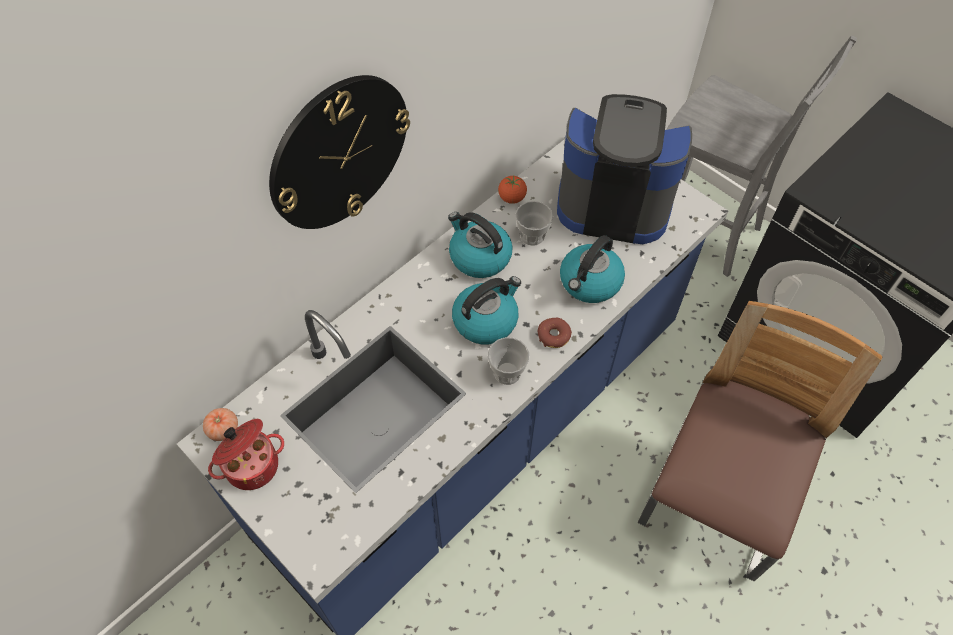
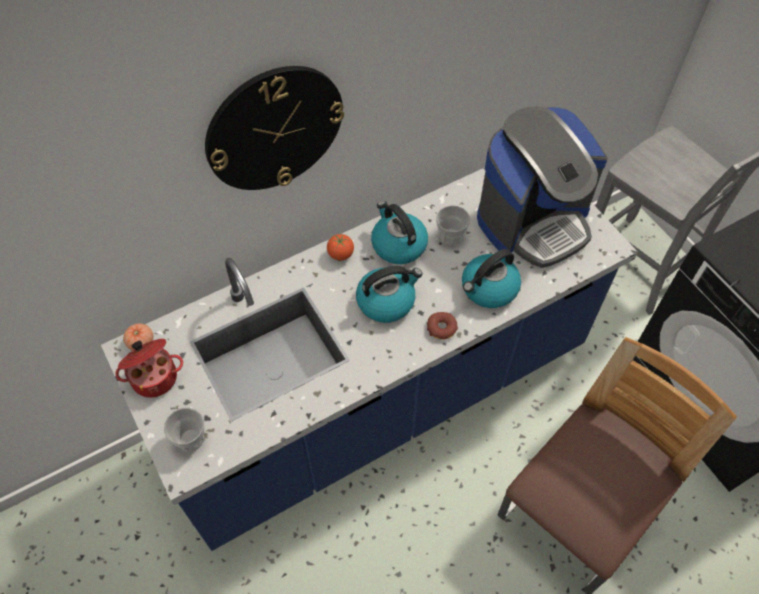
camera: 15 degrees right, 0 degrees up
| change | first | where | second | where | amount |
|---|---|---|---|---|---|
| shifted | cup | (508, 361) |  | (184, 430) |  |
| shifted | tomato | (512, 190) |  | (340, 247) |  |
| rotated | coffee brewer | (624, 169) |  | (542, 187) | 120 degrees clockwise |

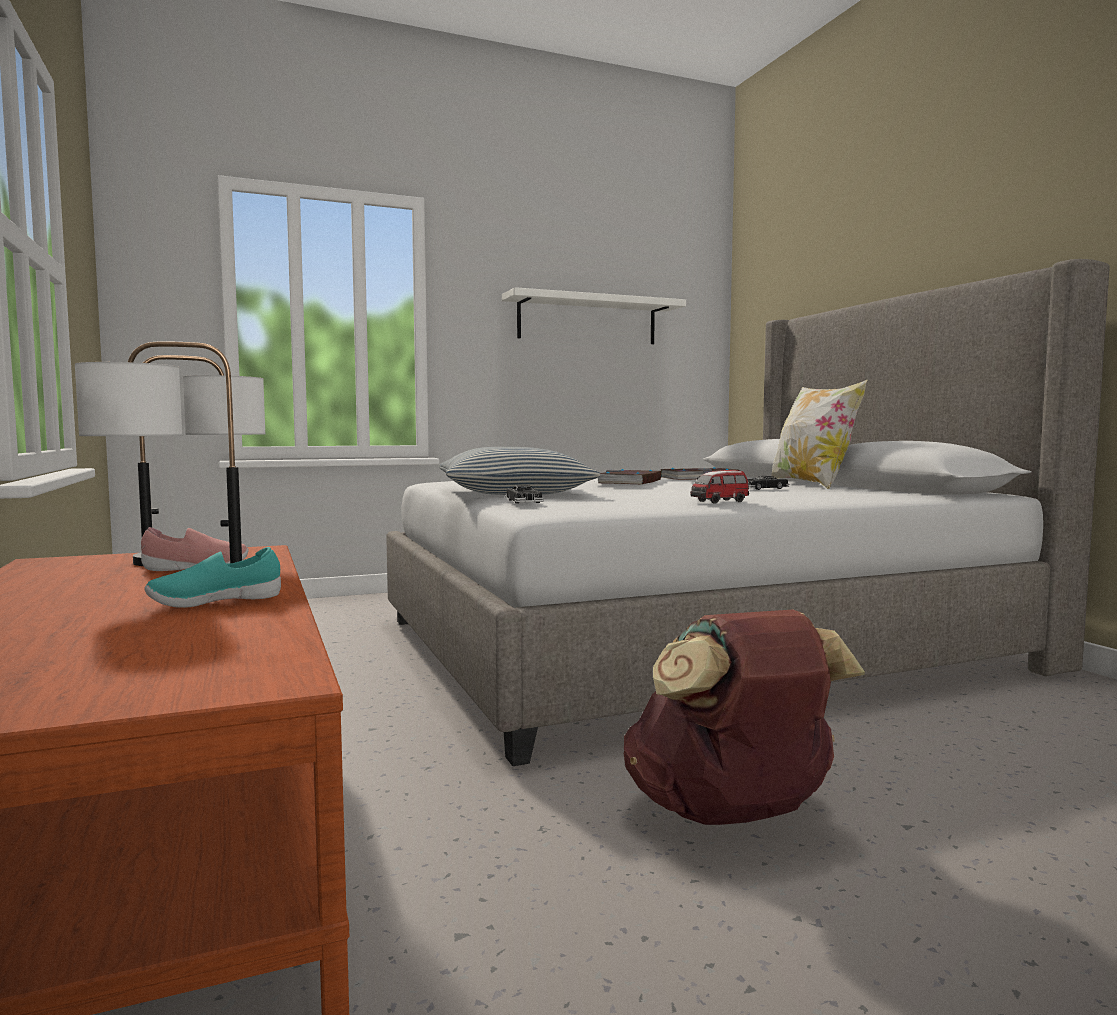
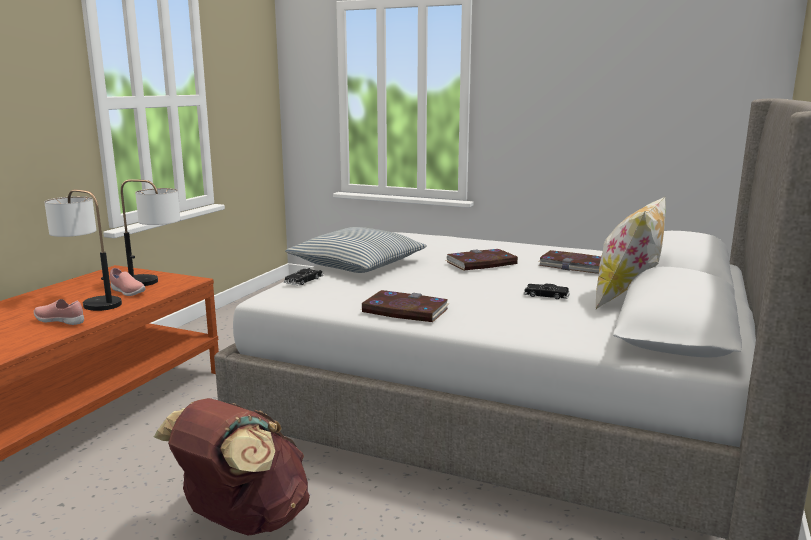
camera: 45 degrees right, 10 degrees up
| change | first | where | second | where | amount |
|---|---|---|---|---|---|
| gone | white shelf | (594, 315) |  |  |  |
| swapped | toy car | (719, 487) | book | (405, 306) |  |
| repainted | blue-green low shoe | (212, 577) | pinkish low shoe | (59, 312) |  |

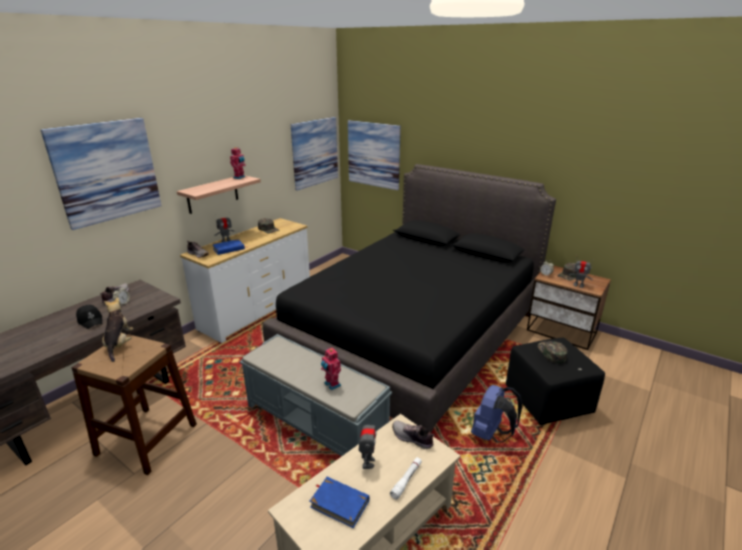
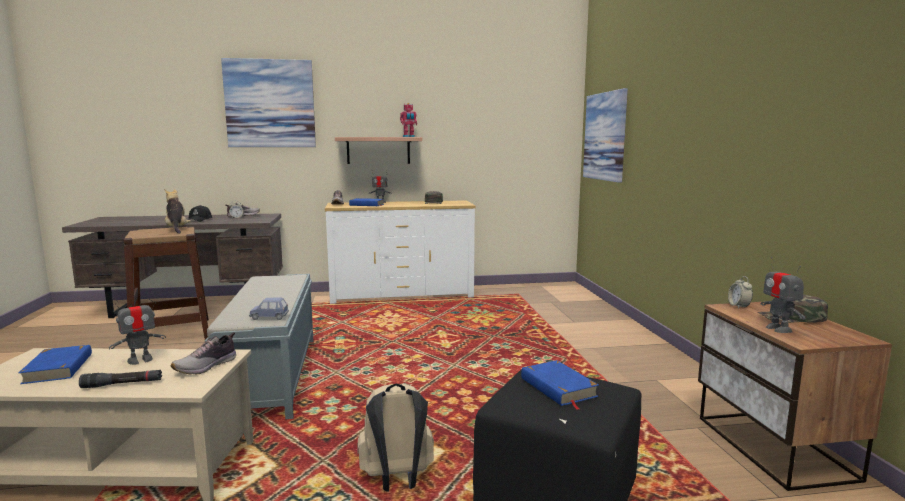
camera: 45 degrees right, 15 degrees down
| change | first | where | second | where | amount |
|---|---|---|---|---|---|
| gone | blackish sleeping bed | (409, 298) |  |  |  |
| gone | wall picture | (314, 154) |  |  |  |
| gone | toy robot | (331, 368) |  |  |  |
| new |  |  | blue-coloured toy car | (269, 309) |  |
| swapped | green-coloured cap | (552, 352) | blue-coloured book | (560, 385) |  |
| repainted | white hand torch | (406, 478) | blackish hand torch | (120, 379) |  |
| repainted | blue-coloured rucksack | (497, 413) | beige rucksack | (395, 438) |  |
| rotated | plush toy | (117, 329) |  | (177, 211) | 60 degrees counterclockwise |
| rotated | low shoe | (413, 434) |  | (203, 353) | 135 degrees counterclockwise |

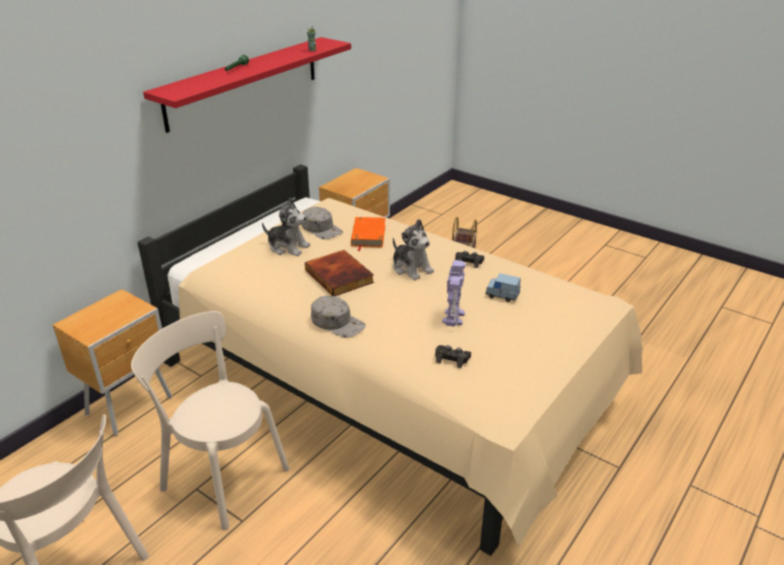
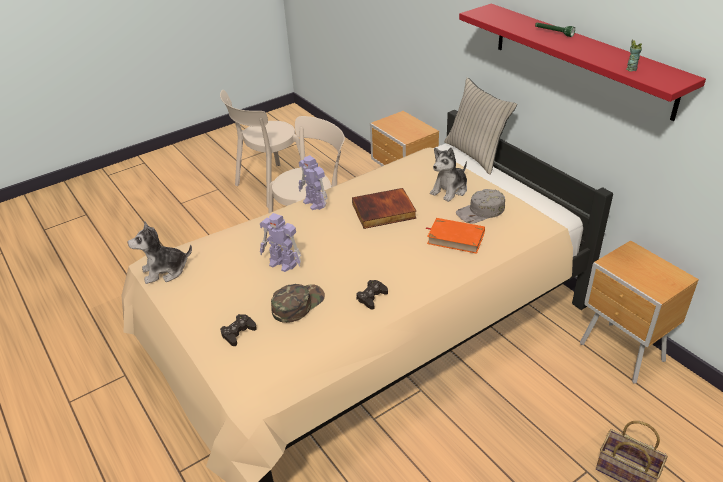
camera: 110 degrees right, 5 degrees up
| change | first | where | second | where | amount |
|---|---|---|---|---|---|
| new |  |  | beige throw pillow | (480, 126) |  |
| shifted | plush toy | (413, 250) |  | (159, 252) |  |
| shifted | blackish game controller | (453, 356) |  | (238, 330) |  |
| swapped | gray cap | (338, 317) | toy robot | (313, 182) |  |
| swapped | blue-coloured toy car | (503, 287) | green-coloured cap | (298, 303) |  |

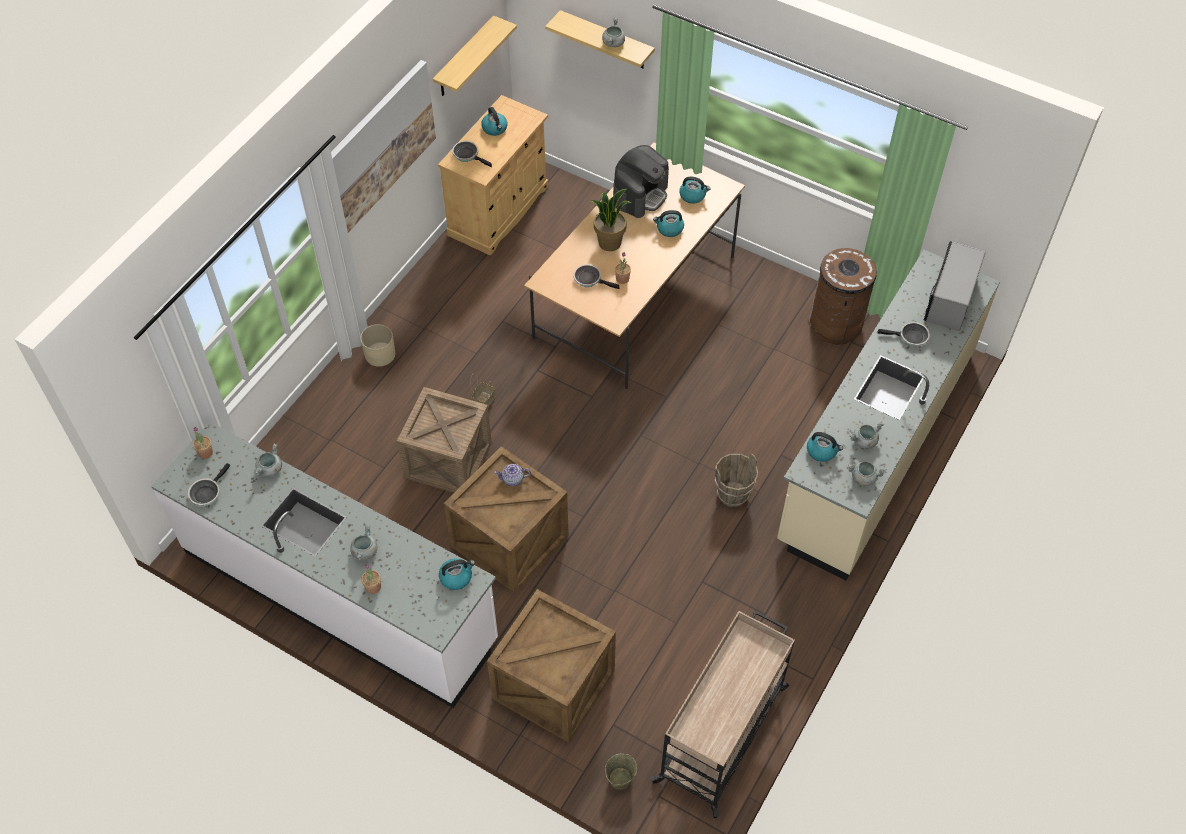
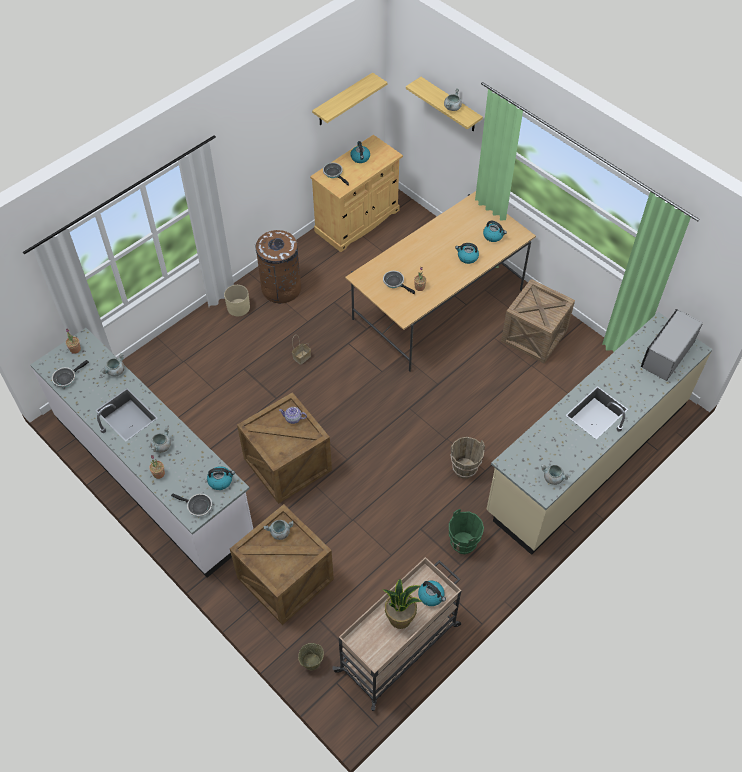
camera: 15 degrees right, 0 degrees up
| change | first | where | second | where | amount |
|---|---|---|---|---|---|
| gone | wall picture | (383, 146) |  |  |  |
| gone | coffee brewer | (641, 181) |  |  |  |
| new |  |  | green-coloured pail | (466, 531) |  |
| shifted | shipping crate | (444, 440) |  | (538, 321) |  |
| shifted | potted plant | (611, 220) |  | (402, 604) |  |
| shifted | water kettle | (825, 447) |  | (432, 593) |  |
| shifted | brownish trash can | (843, 296) |  | (278, 266) |  |
| shifted | gray saucepot | (866, 435) |  | (278, 530) |  |
| shifted | frying pan | (903, 334) |  | (191, 505) |  |

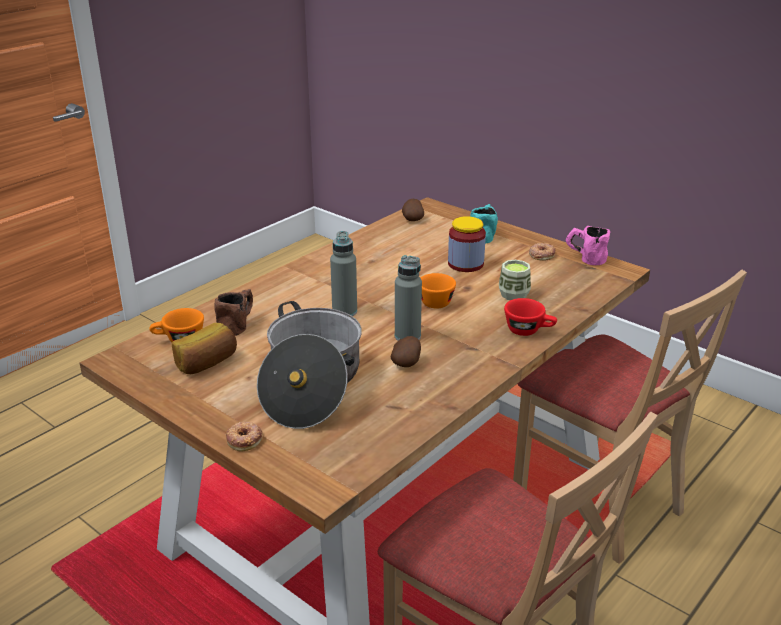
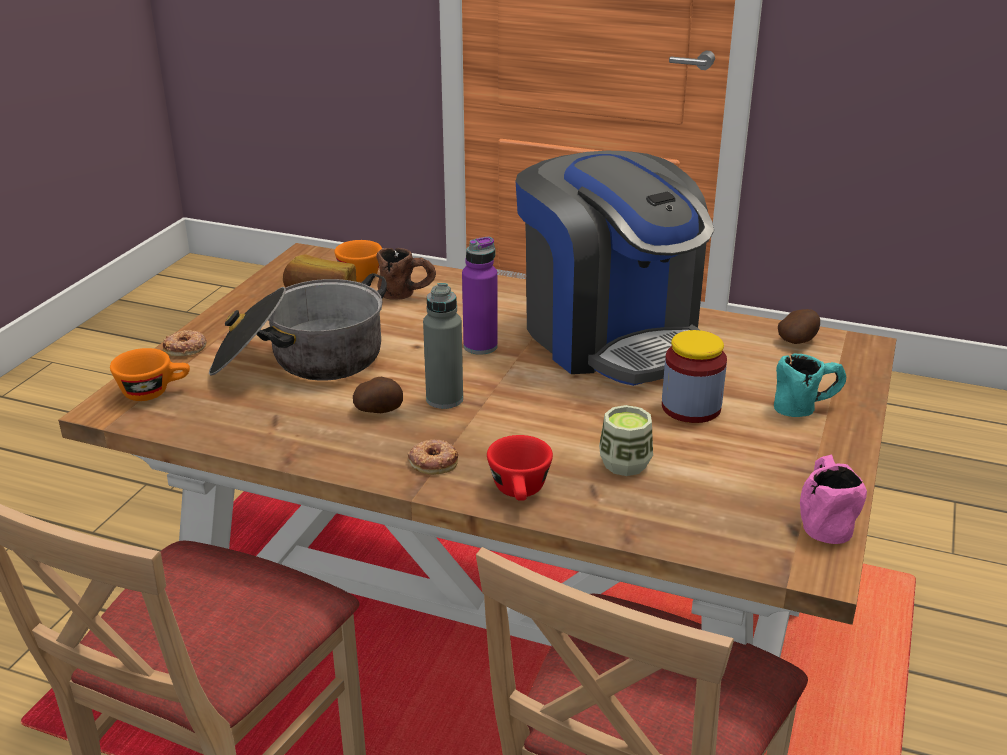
camera: 70 degrees right, 0 degrees up
| change | first | where | second | where | amount |
|---|---|---|---|---|---|
| new |  |  | coffee brewer | (614, 268) |  |
| shifted | orange-coloured cup | (438, 290) |  | (150, 374) |  |
| shifted | donut | (542, 252) |  | (433, 457) |  |
| repainted | gray bottle | (343, 273) | purplish bottle | (480, 296) |  |

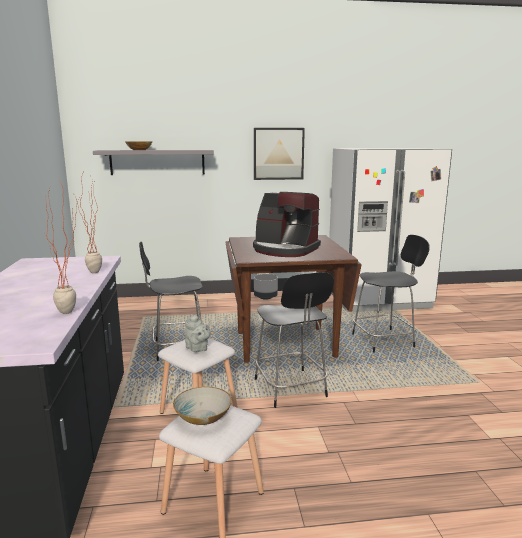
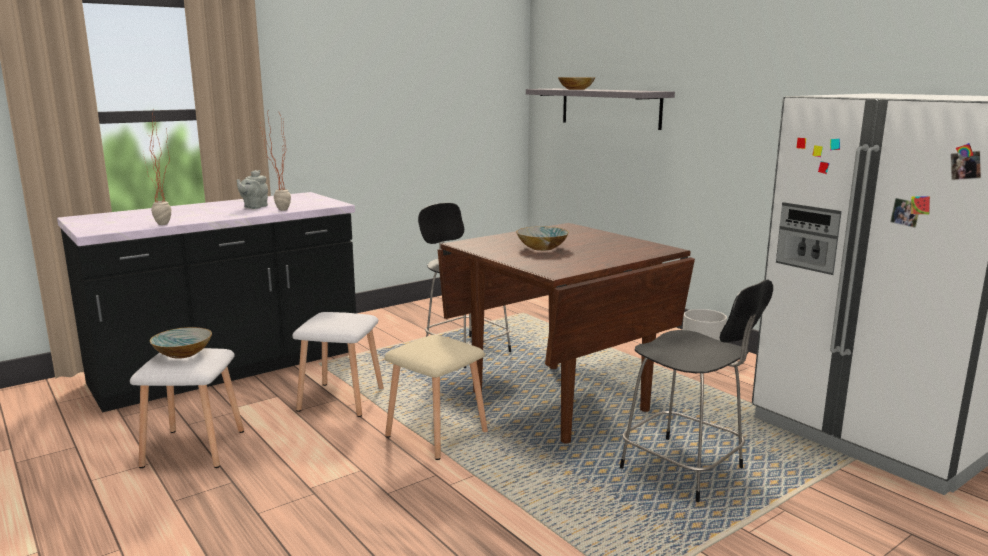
camera: 60 degrees right, 0 degrees up
| change | first | where | second | where | amount |
|---|---|---|---|---|---|
| gone | wall picture | (279, 154) |  |  |  |
| shifted | gray tea pot | (197, 333) |  | (252, 189) |  |
| swapped | coffee brewer | (287, 224) | deep dish | (542, 238) |  |
| swapped | blackish plain chair | (294, 340) | beige sitting stool | (436, 397) |  |

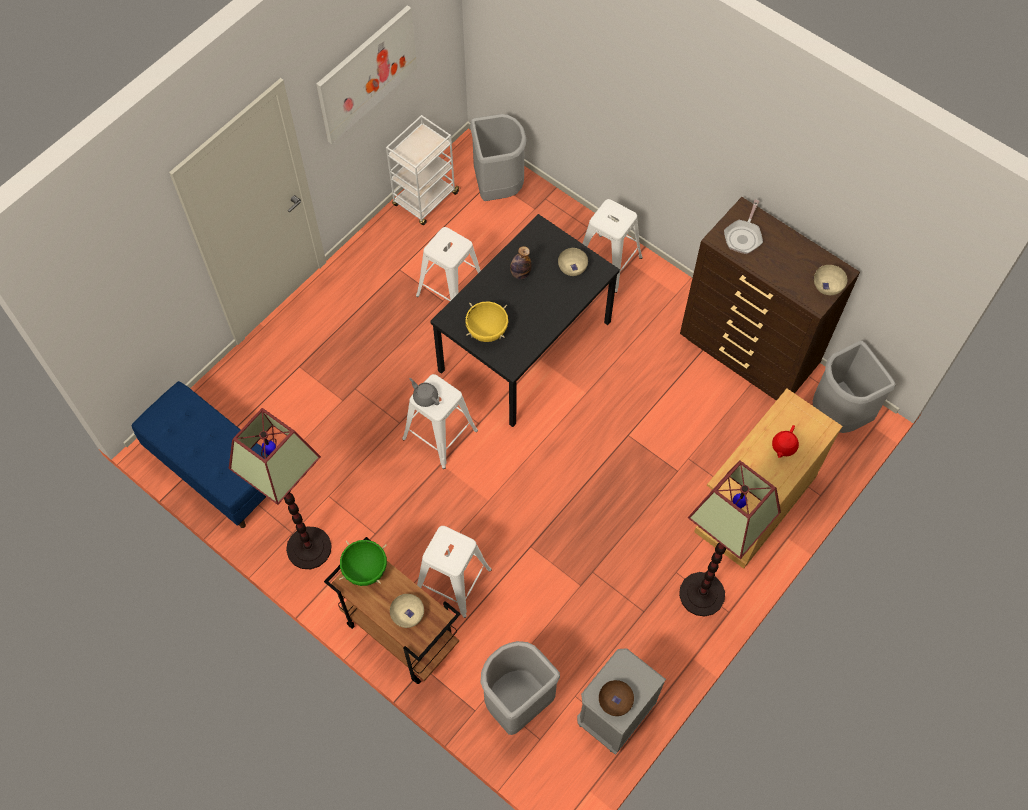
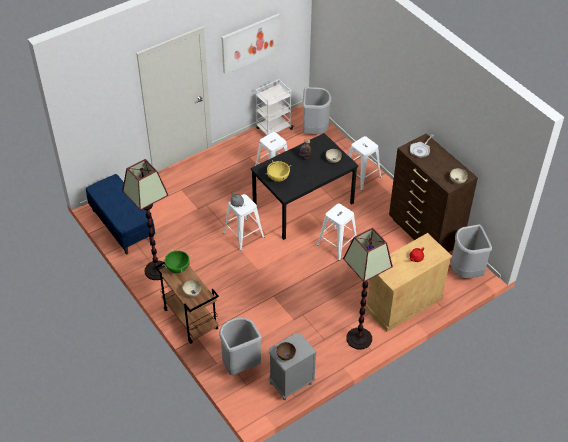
camera: 15 degrees right, 15 degrees down
| change | first | where | second | where | amount |
|---|---|---|---|---|---|
| shifted | white sitting stool | (454, 572) |  | (337, 232) |  |

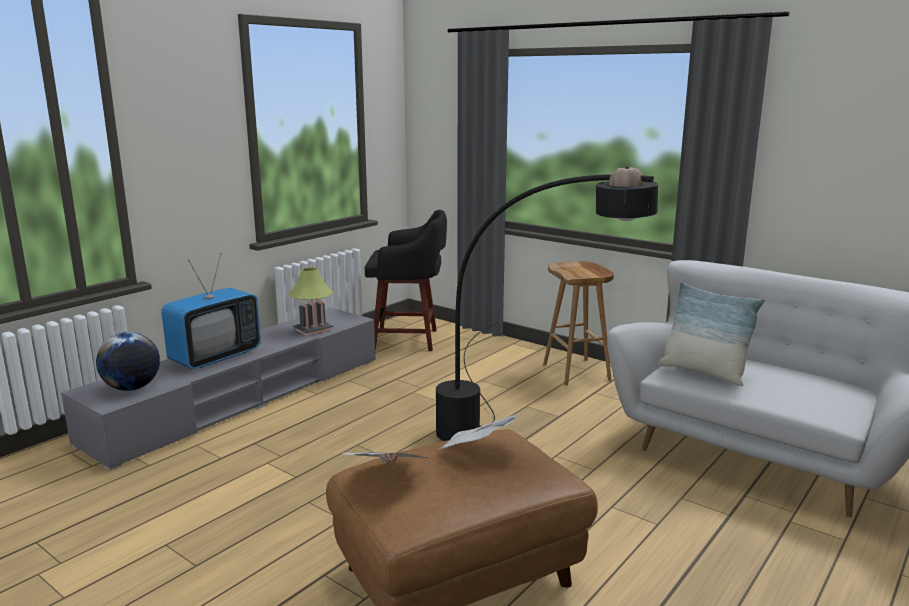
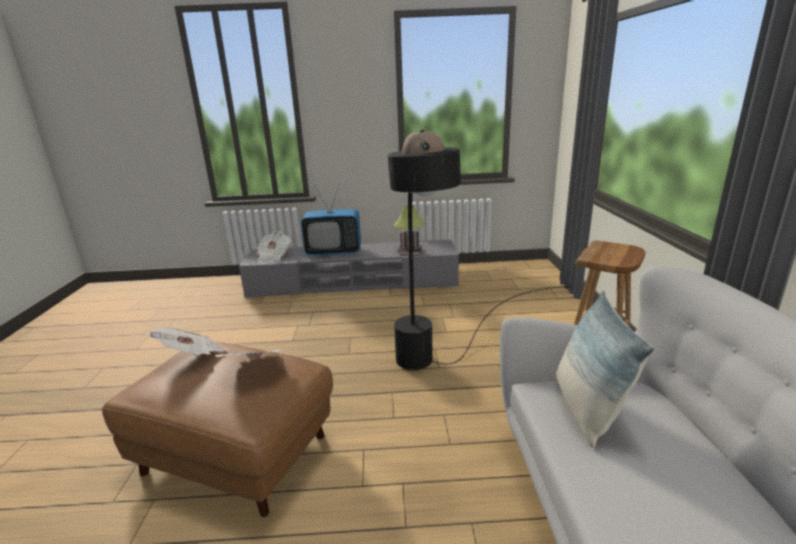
camera: 50 degrees right, 5 degrees up
| change | first | where | second | where | amount |
|---|---|---|---|---|---|
| gone | blackish sitting stool | (406, 280) |  |  |  |
| swapped | world globe | (128, 361) | newspaper | (273, 247) |  |

